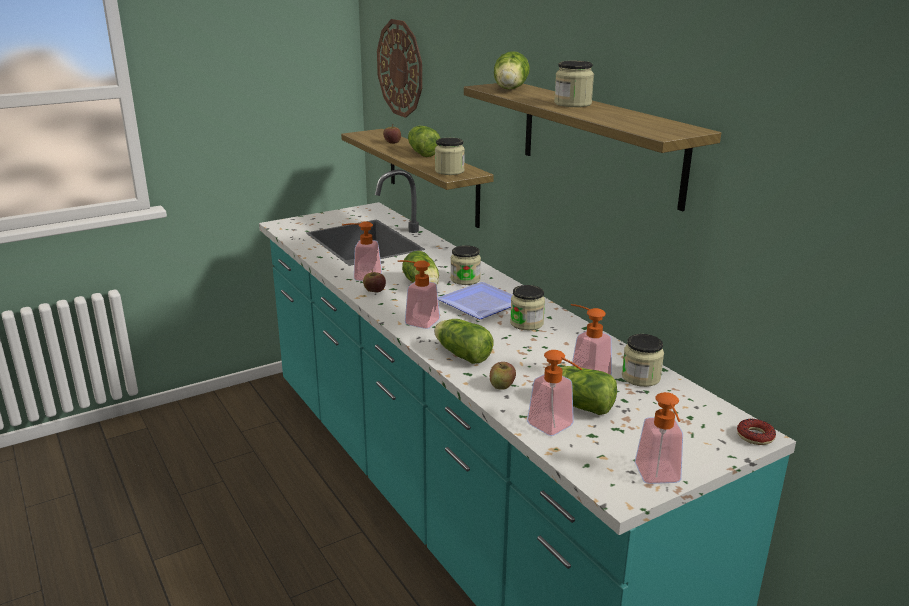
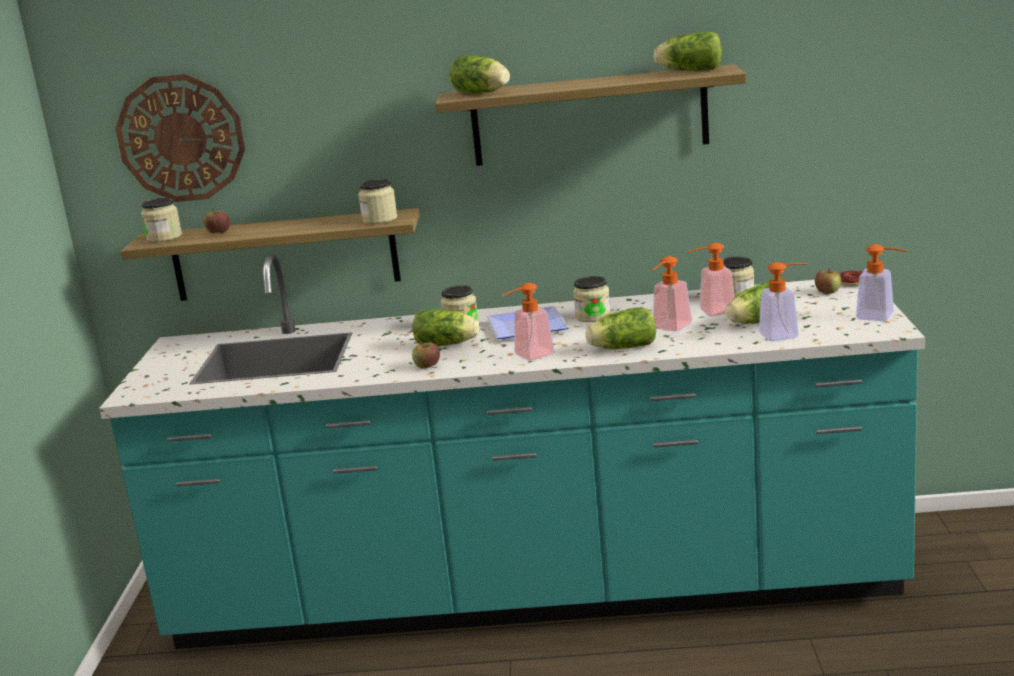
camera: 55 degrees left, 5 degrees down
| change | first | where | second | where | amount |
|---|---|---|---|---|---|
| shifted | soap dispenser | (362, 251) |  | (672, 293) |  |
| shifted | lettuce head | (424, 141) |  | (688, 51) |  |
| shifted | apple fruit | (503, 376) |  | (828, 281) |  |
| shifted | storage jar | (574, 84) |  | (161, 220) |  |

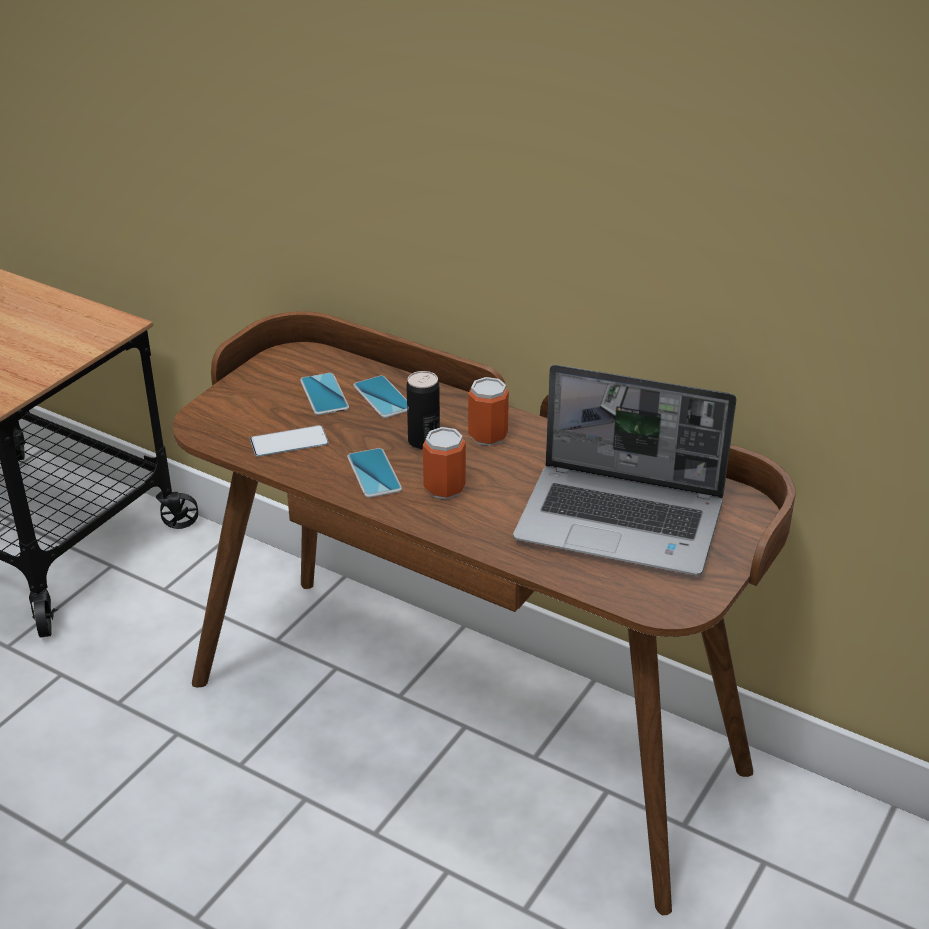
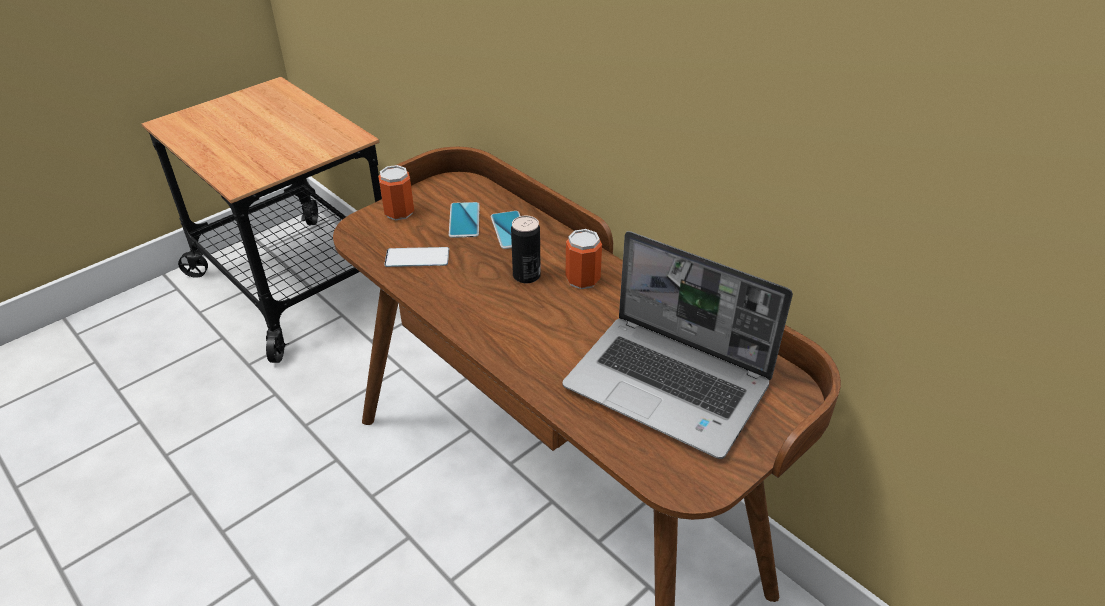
camera: 15 degrees right, 5 degrees up
| change | first | where | second | where | amount |
|---|---|---|---|---|---|
| gone | handset | (374, 473) |  |  |  |
| shifted | can | (444, 463) |  | (396, 192) |  |

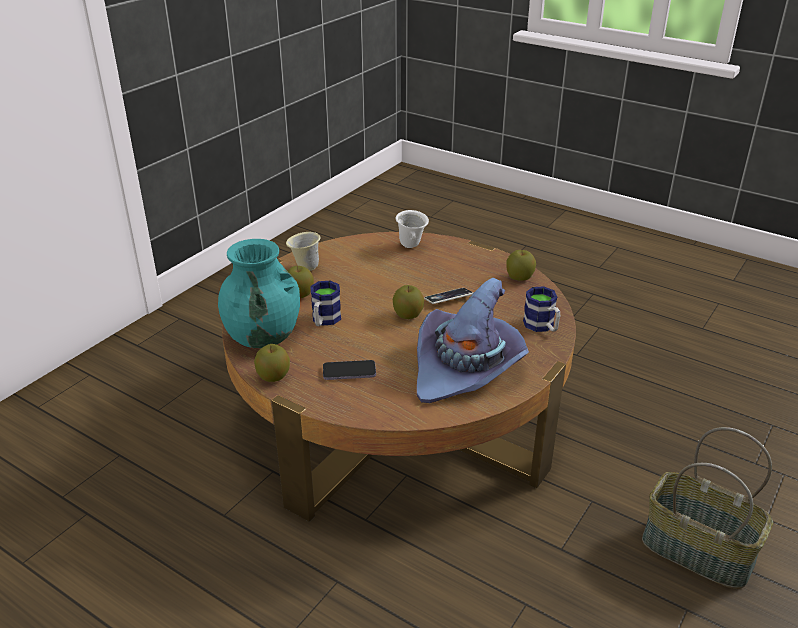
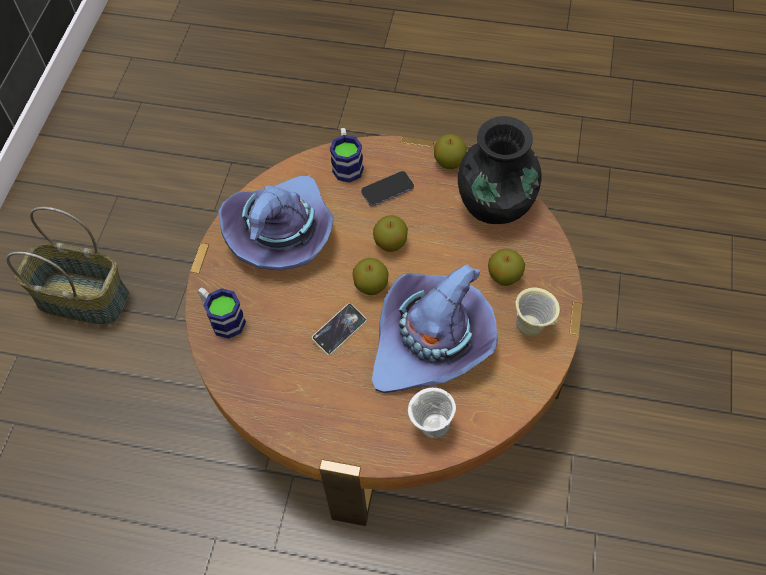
camera: 160 degrees right, 25 degrees up
| change | first | where | second | where | amount |
|---|---|---|---|---|---|
| new |  |  | purplish clothing hat | (435, 328) |  |
| shifted | coffee mug | (325, 303) |  | (347, 155) |  |
| shifted | apple fruit | (521, 265) |  | (390, 233) |  |
| repainted | blue-green decorative vase | (259, 293) | blackish decorative vase | (500, 170) |  |

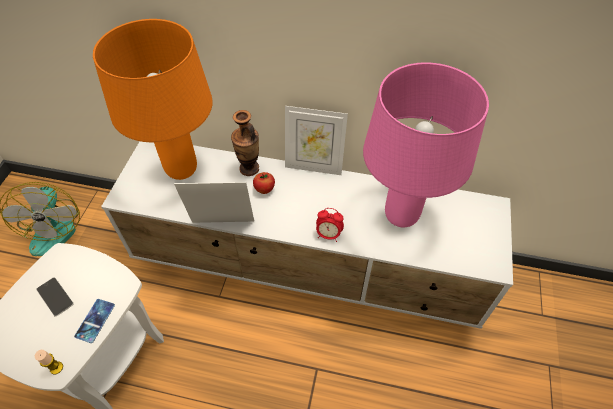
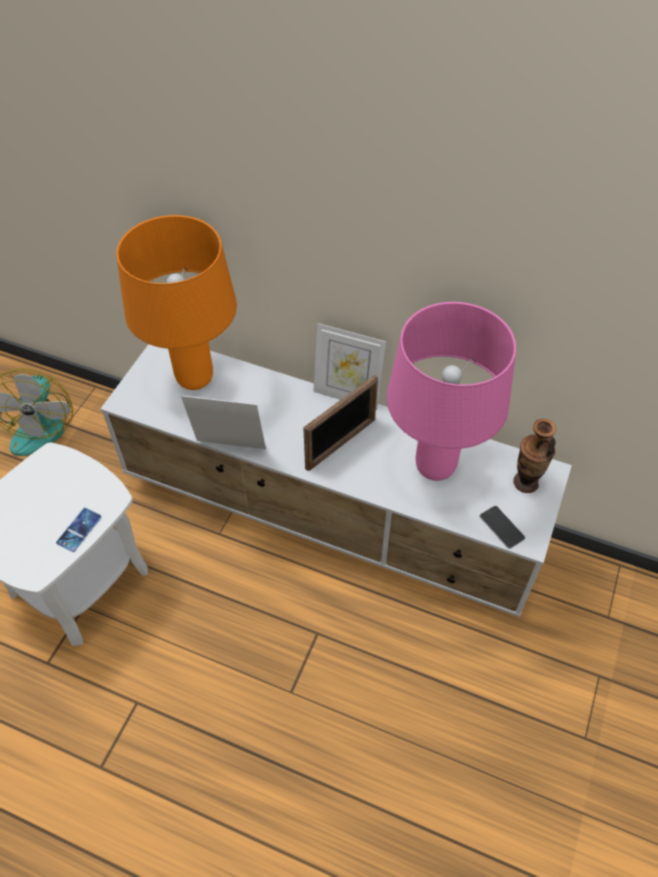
camera: 10 degrees right, 0 degrees up
| change | first | where | second | where | amount |
|---|---|---|---|---|---|
| gone | wax light | (49, 362) |  |  |  |
| gone | apple fruit | (264, 183) |  |  |  |
| gone | bedside clock | (330, 225) |  |  |  |
| new |  |  | picture frame | (340, 423) |  |
| shifted | handset | (55, 297) |  | (502, 527) |  |
| shifted | decorative vase | (245, 143) |  | (534, 455) |  |

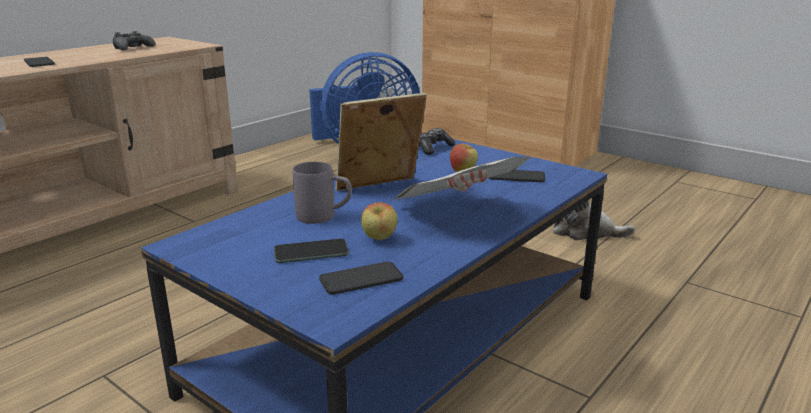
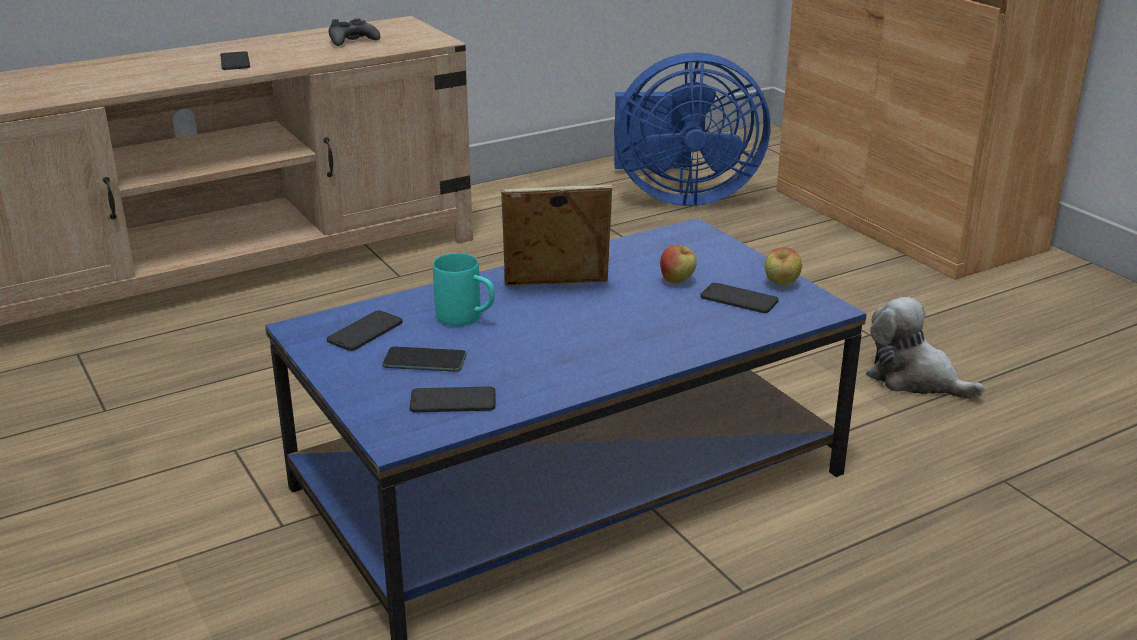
camera: 20 degrees right, 5 degrees up
| change | first | where | second | where | amount |
|---|---|---|---|---|---|
| gone | newspaper | (462, 178) |  |  |  |
| gone | game controller | (437, 141) |  |  |  |
| new |  |  | handset | (365, 331) |  |
| shifted | apple fruit | (379, 221) |  | (783, 266) |  |
| repainted | gray coffee mug | (322, 193) | blue-green coffee mug | (464, 289) |  |

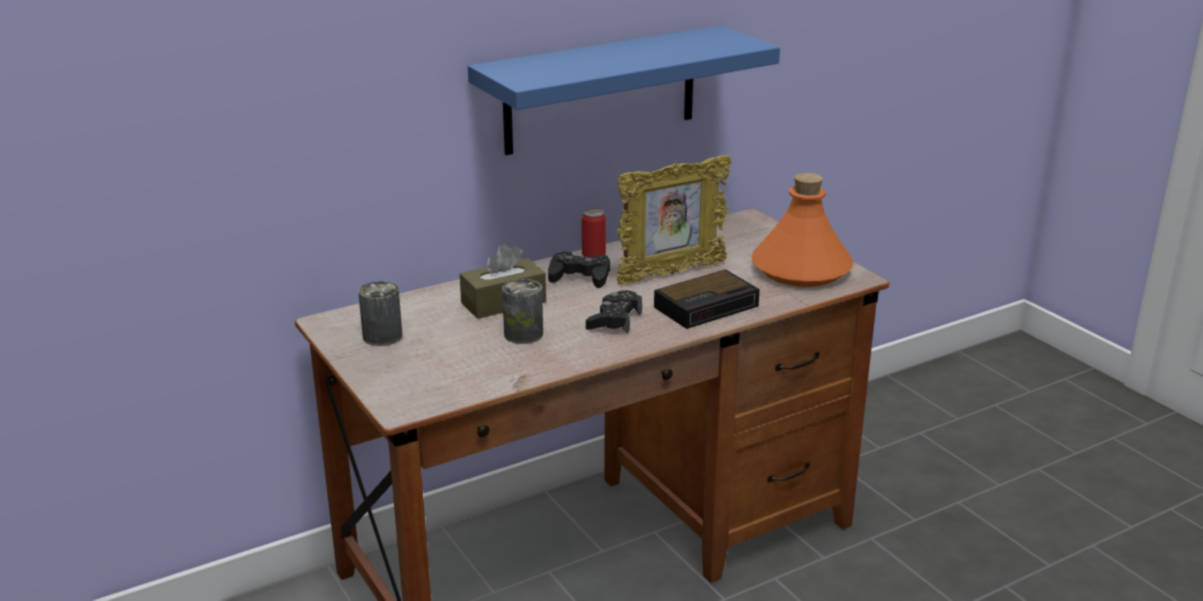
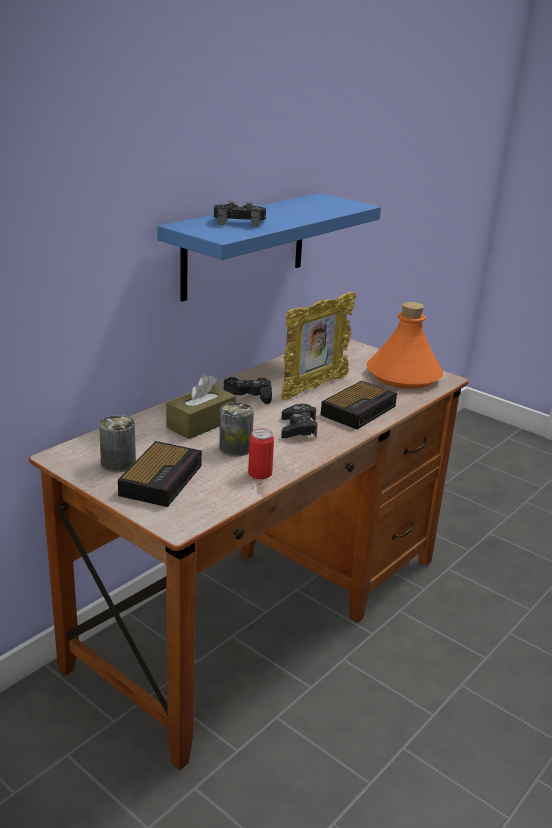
camera: 20 degrees left, 0 degrees up
| change | first | where | second | where | amount |
|---|---|---|---|---|---|
| new |  |  | bedside clock | (160, 474) |  |
| new |  |  | blackish game controller | (240, 214) |  |
| shifted | can | (594, 232) |  | (261, 453) |  |

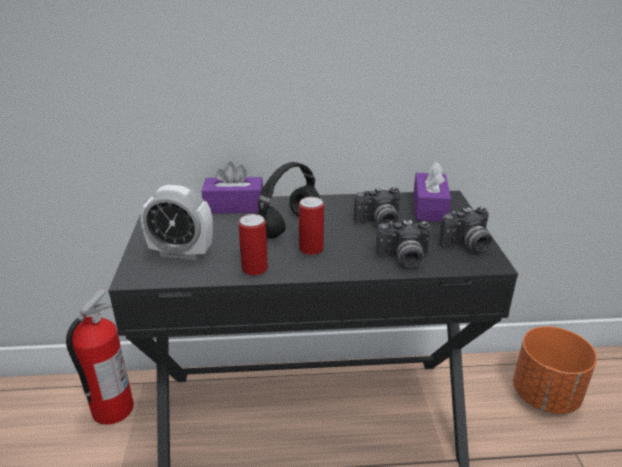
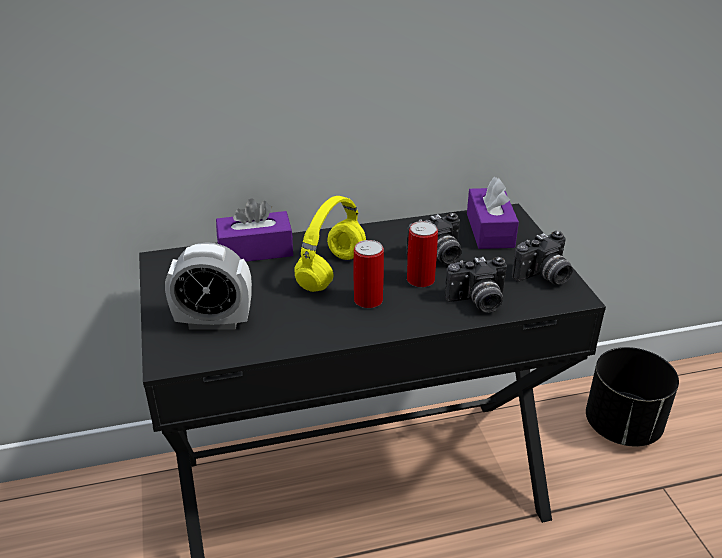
camera: 10 degrees left, 5 degrees up
| change | first | where | second | where | amount |
|---|---|---|---|---|---|
| gone | fire extinguisher | (100, 357) |  |  |  |
| shifted | can | (253, 245) |  | (422, 254) |  |
| repainted | blackish headset | (288, 200) | yellow headset | (330, 244) |  |
| repainted | orange-coloured flower pot | (555, 370) | blackish flower pot | (632, 397) |  |

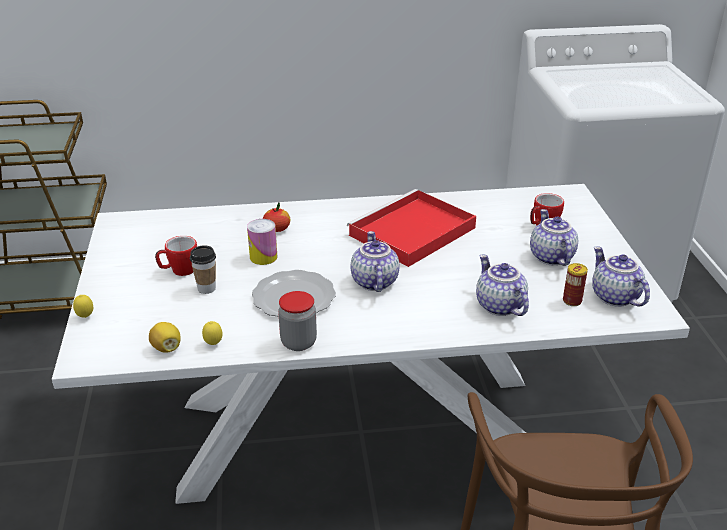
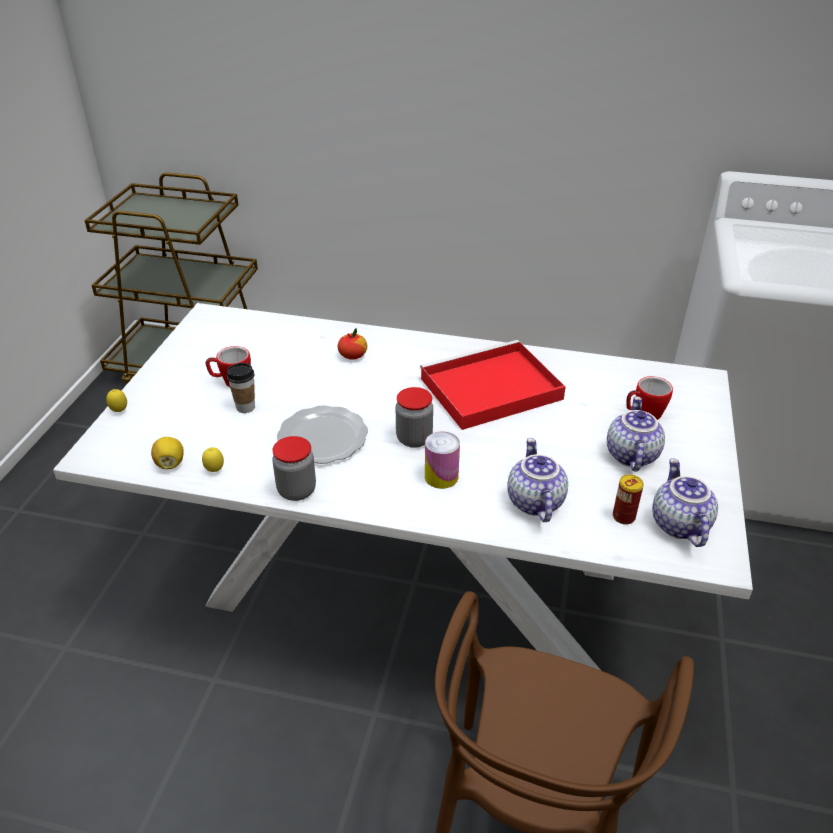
camera: 20 degrees right, 5 degrees up
| change | first | where | second | where | amount |
|---|---|---|---|---|---|
| shifted | can | (262, 242) |  | (442, 460) |  |
| swapped | tea pot | (375, 261) | storage jar | (414, 417) |  |

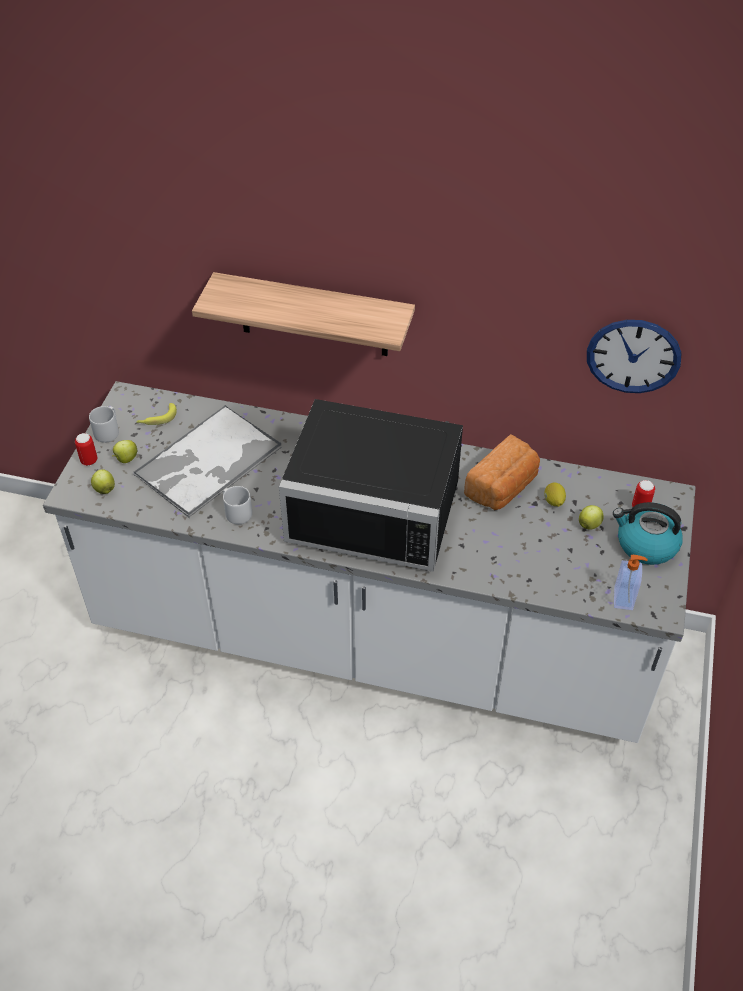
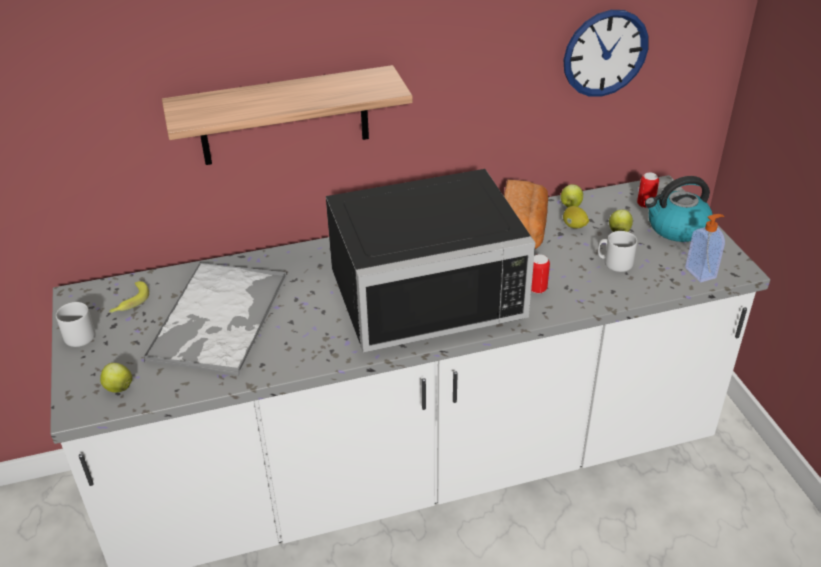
camera: 30 degrees left, 10 degrees down
| change | first | where | second | where | amount |
|---|---|---|---|---|---|
| shifted | can | (86, 449) |  | (540, 274) |  |
| shifted | apple fruit | (125, 451) |  | (572, 195) |  |
| shifted | gray coffee mug | (237, 505) |  | (617, 251) |  |

